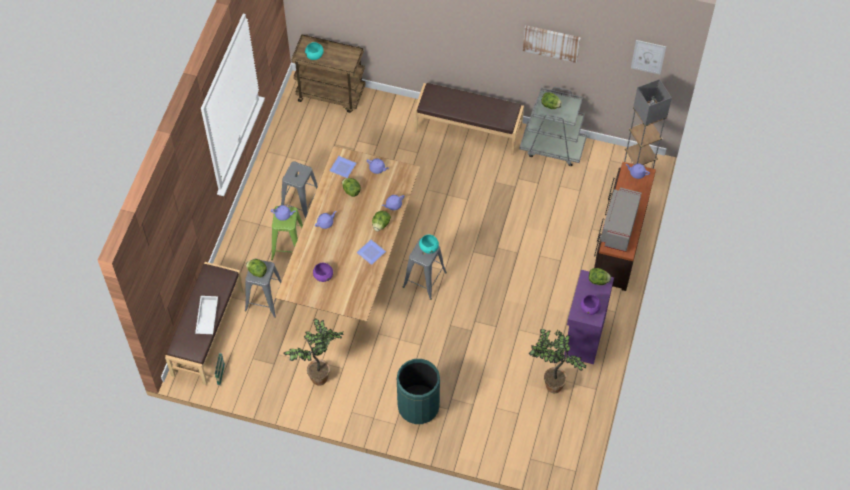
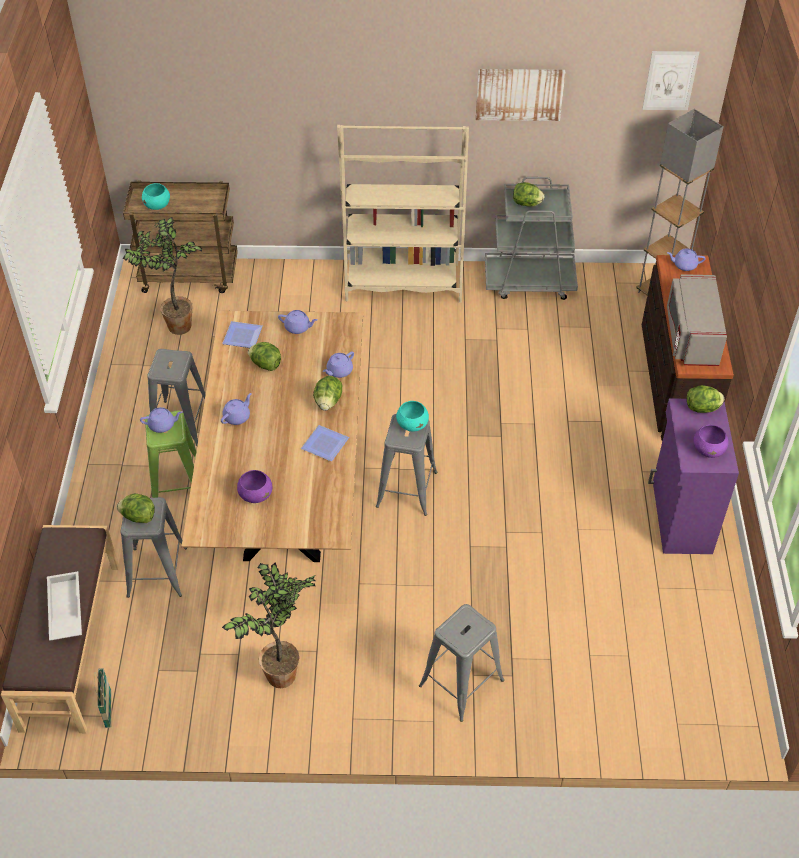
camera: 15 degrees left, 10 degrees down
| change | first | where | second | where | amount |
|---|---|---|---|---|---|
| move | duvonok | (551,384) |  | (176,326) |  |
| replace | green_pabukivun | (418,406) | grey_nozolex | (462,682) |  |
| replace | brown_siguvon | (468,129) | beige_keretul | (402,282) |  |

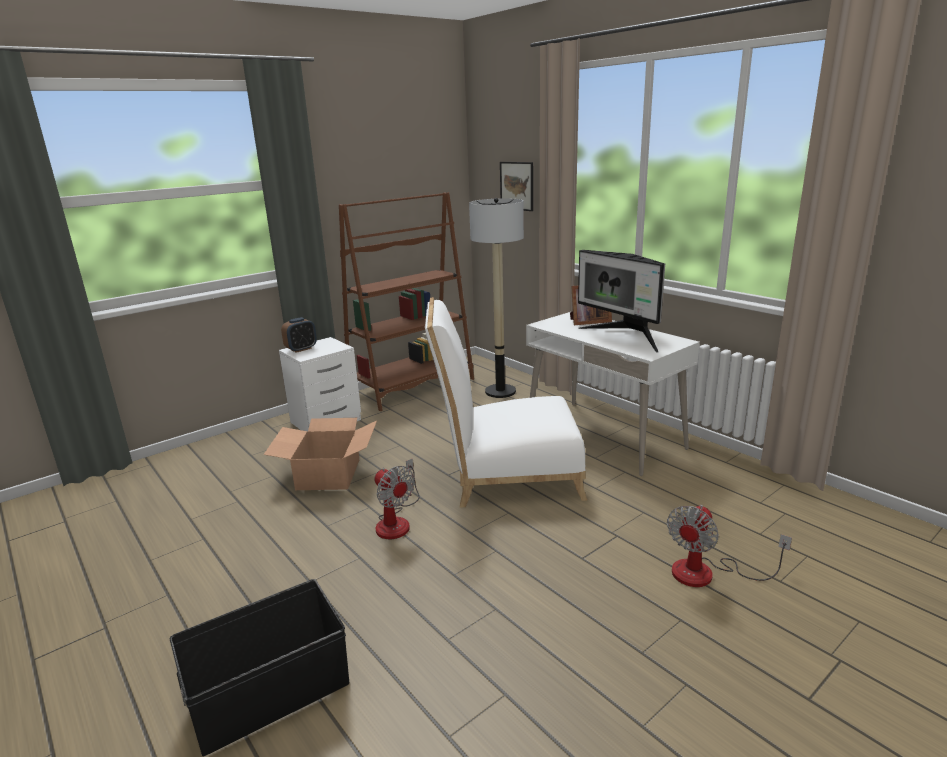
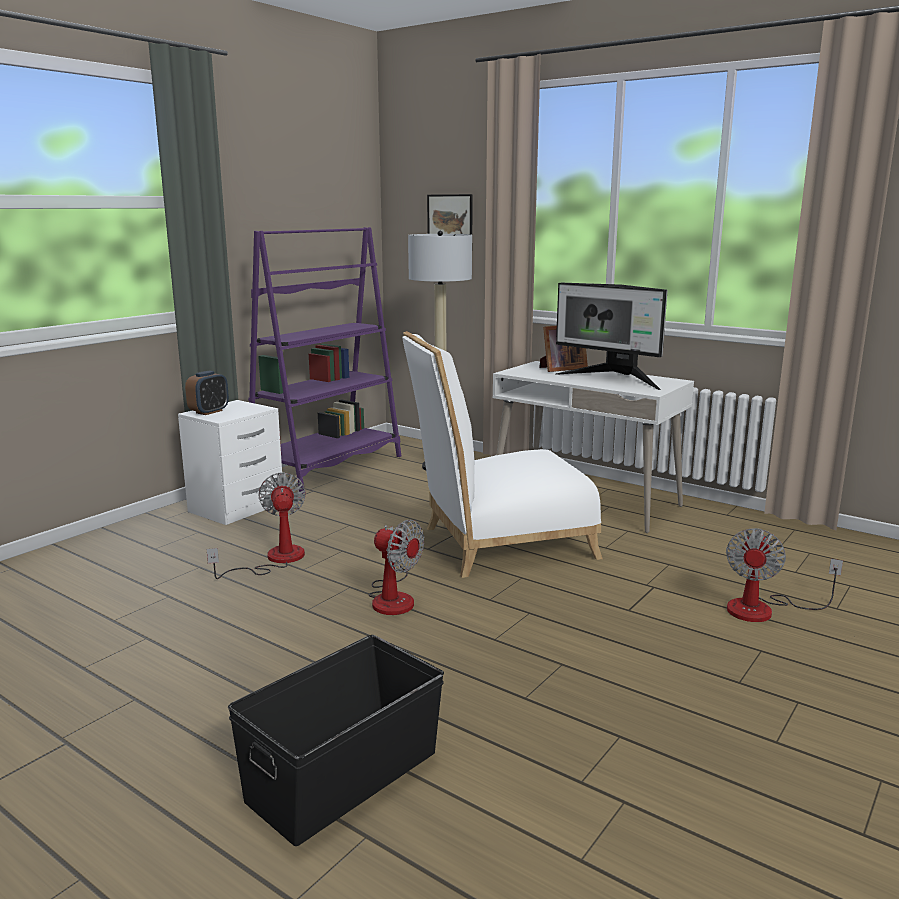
camera: 15 degrees left, 5 degrees down
| change | first | where | second | where | amount |
|---|---|---|---|---|---|
| replace | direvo | (327,474) | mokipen | (274,560) |  |
| recolor | brown_keretul | (412,387) | purple_keretul | (328,468) |  |

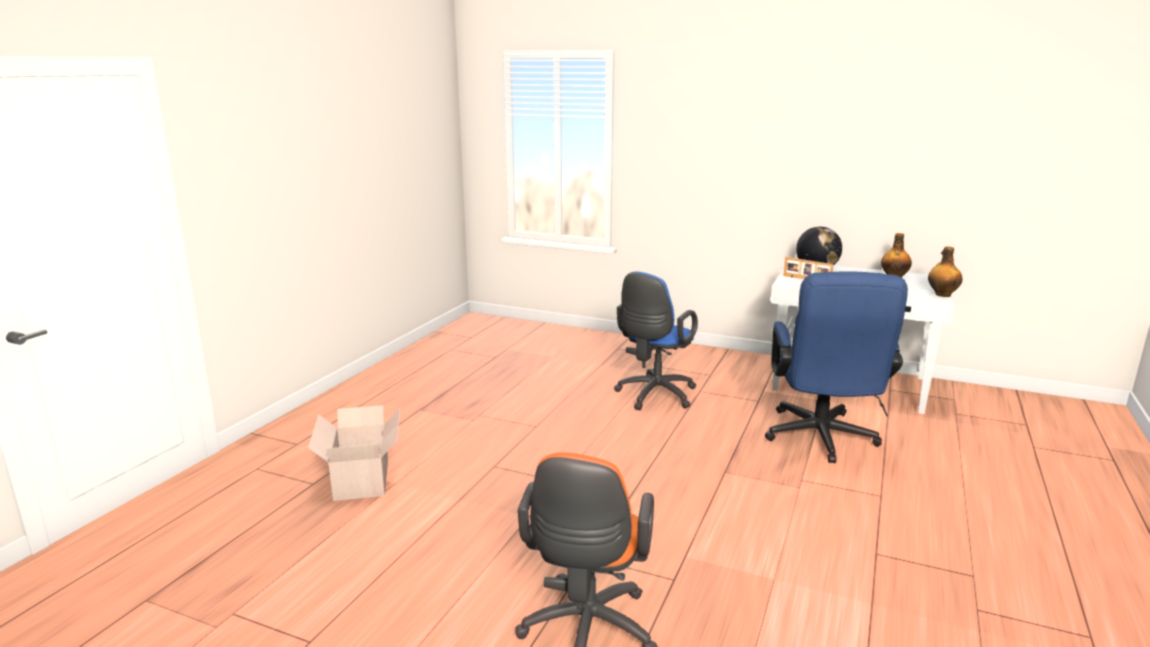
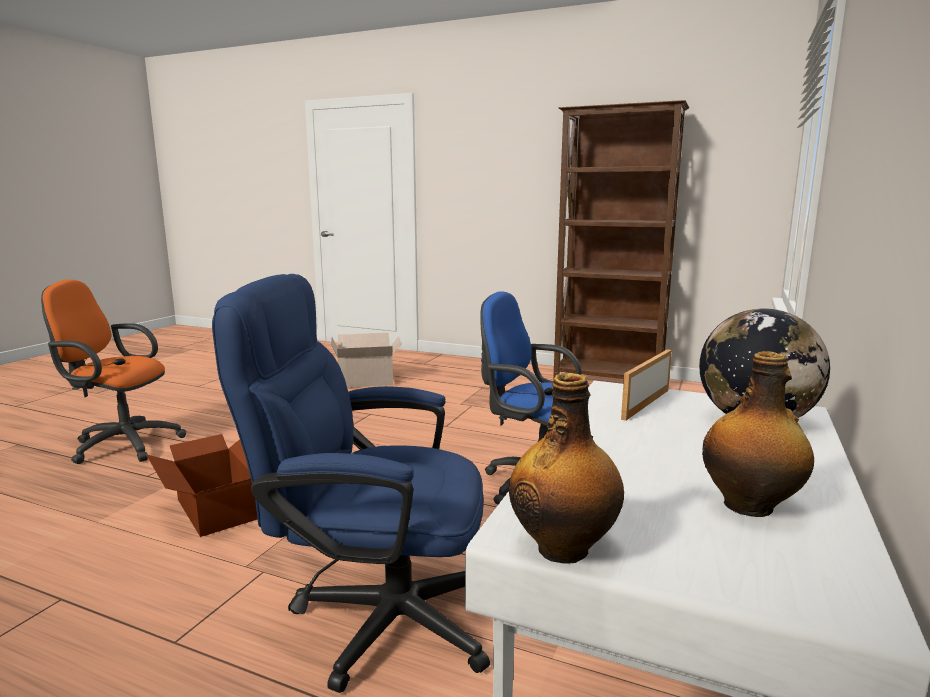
camera: 90 degrees right, 5 degrees down
| change | first | where | second | where | amount |
|---|---|---|---|---|---|
| insert |  |  | direvo | (217,509) |  |
| insert |  |  | brown_keretul | (608,380) |  |

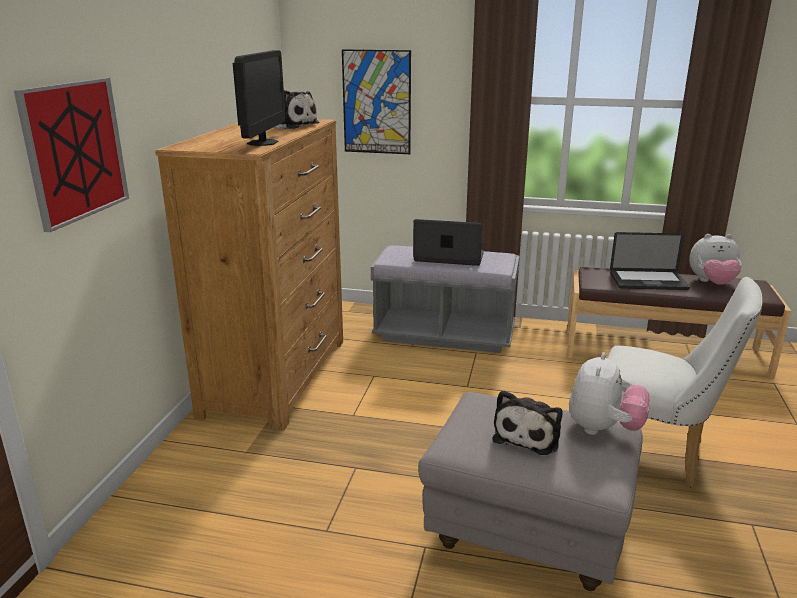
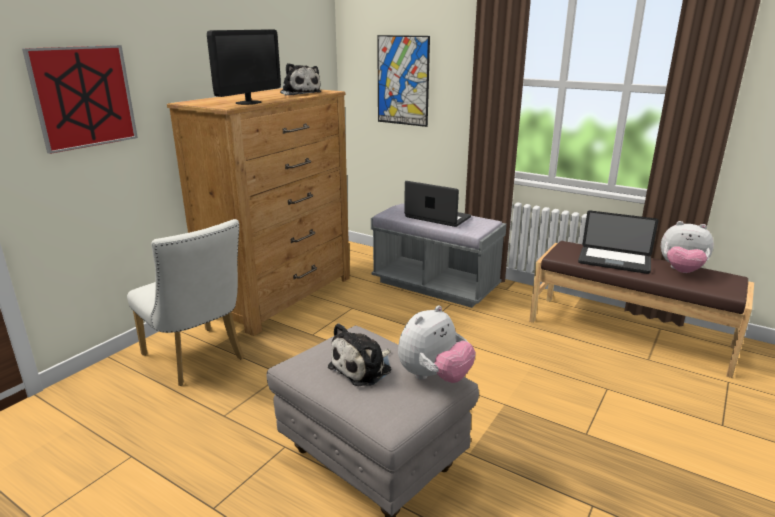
camera: 20 degrees right, 0 degrees up
| change | first | where | second | where | amount |
|---|---|---|---|---|---|
| move | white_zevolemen | (655,454) |  | (197,359) |  |

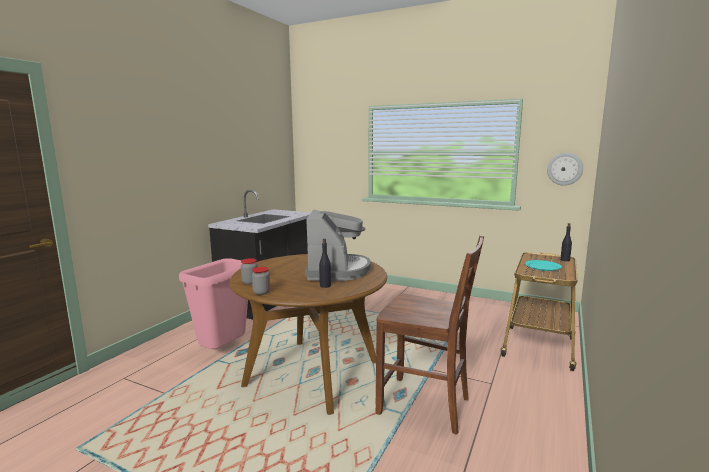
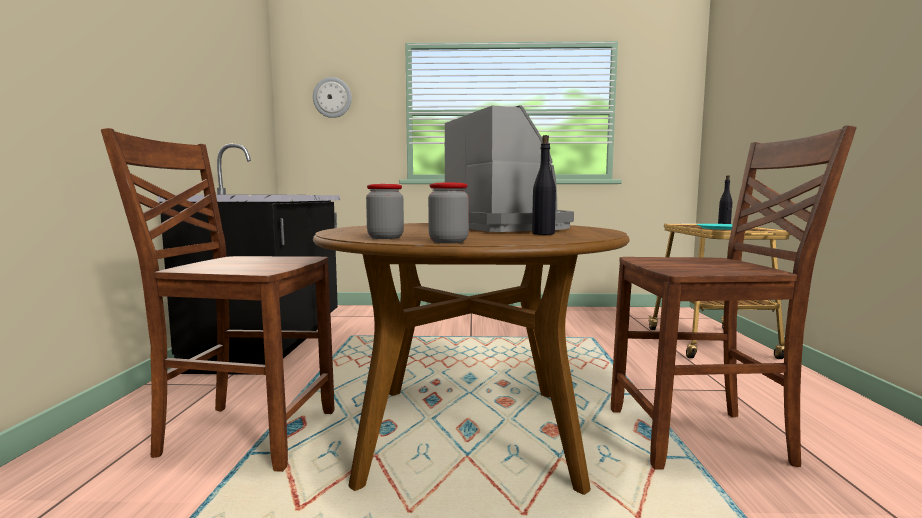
camera: 25 degrees left, 5 degrees down
| change | first | where | second | where | amount |
|---|---|---|---|---|---|
| move | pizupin | (564,169) |  | (332,97) |  |
| replace | pink_pabukivun | (223,350) | brown_zevolemen | (246,434) |  |

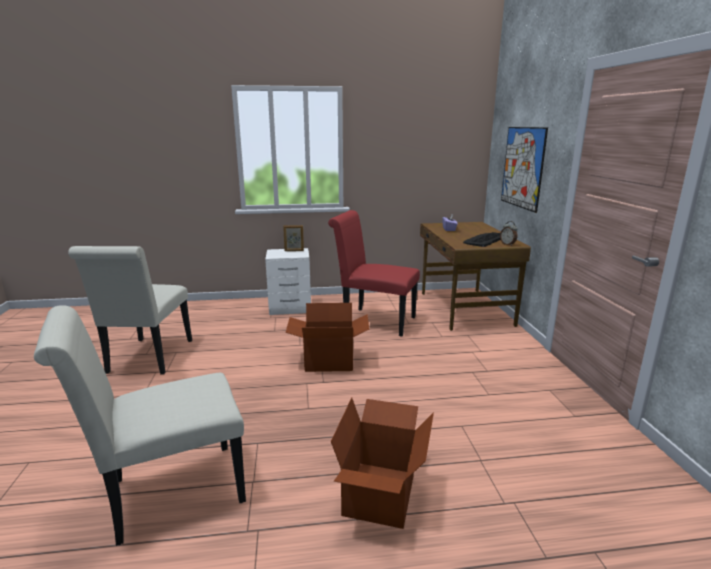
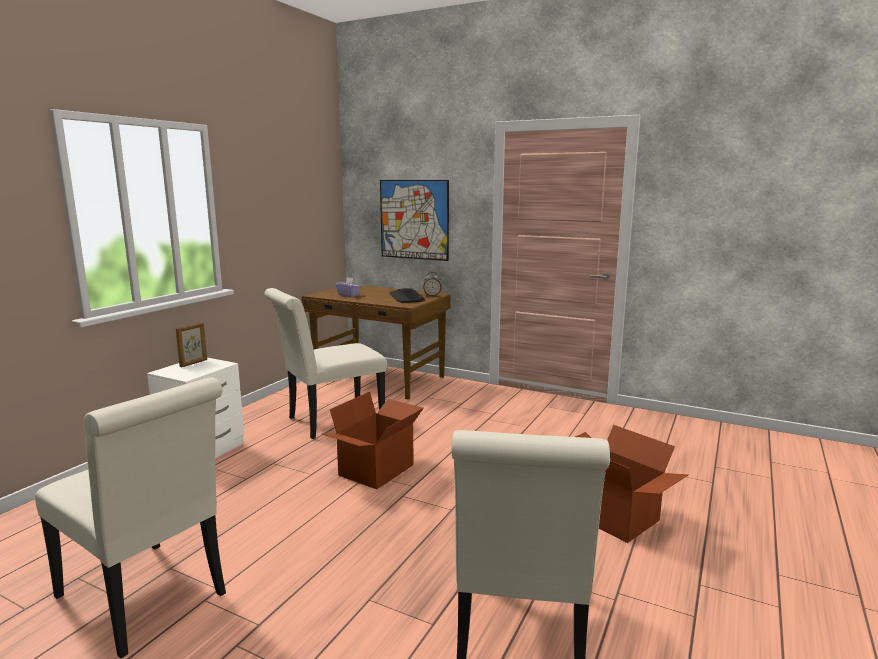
camera: 55 degrees left, 5 degrees down
| change | first | where | second | where | amount |
|---|---|---|---|---|---|
| recolor | red_zevolemen | (373,321) | white_zevolemen | (330,421) |  |

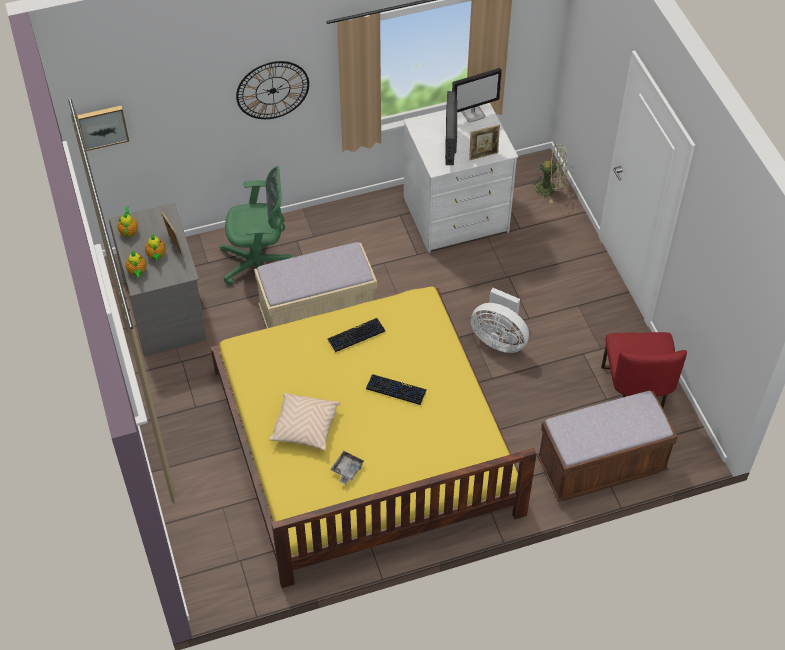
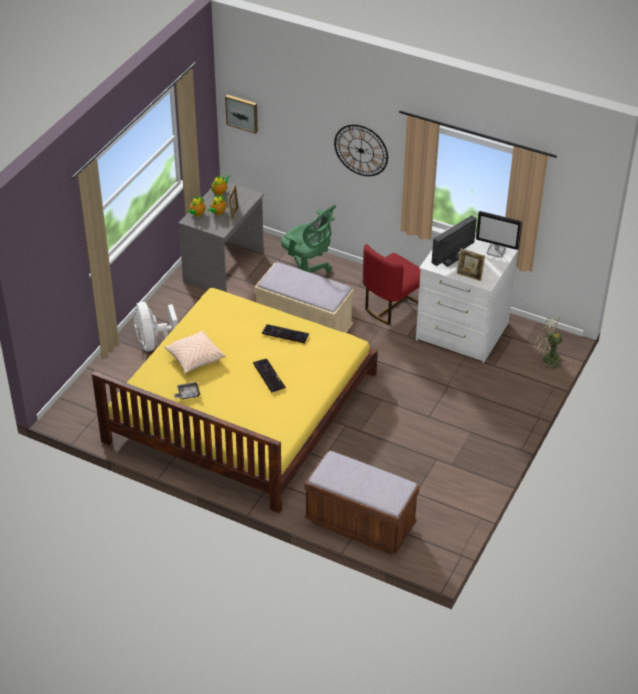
camera: 45 degrees right, 10 degrees down
| change | first | where | second | where | amount |
|---|---|---|---|---|---|
| move | white_mokipen | (499,339) |  | (153,342) |  |
| move | red_zevolemen | (635,391) |  | (392,306) |  |
| rotate | green_mokipen | (550,189) |  | (547,358) | 150 degrees clockwise |

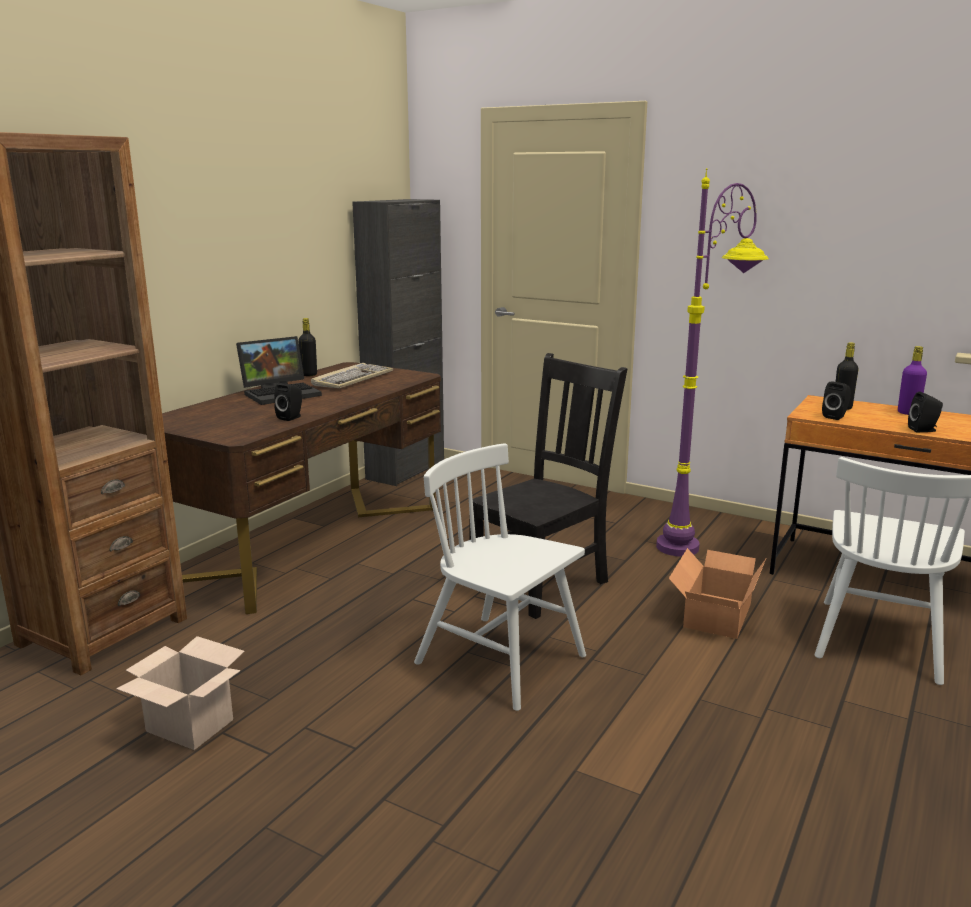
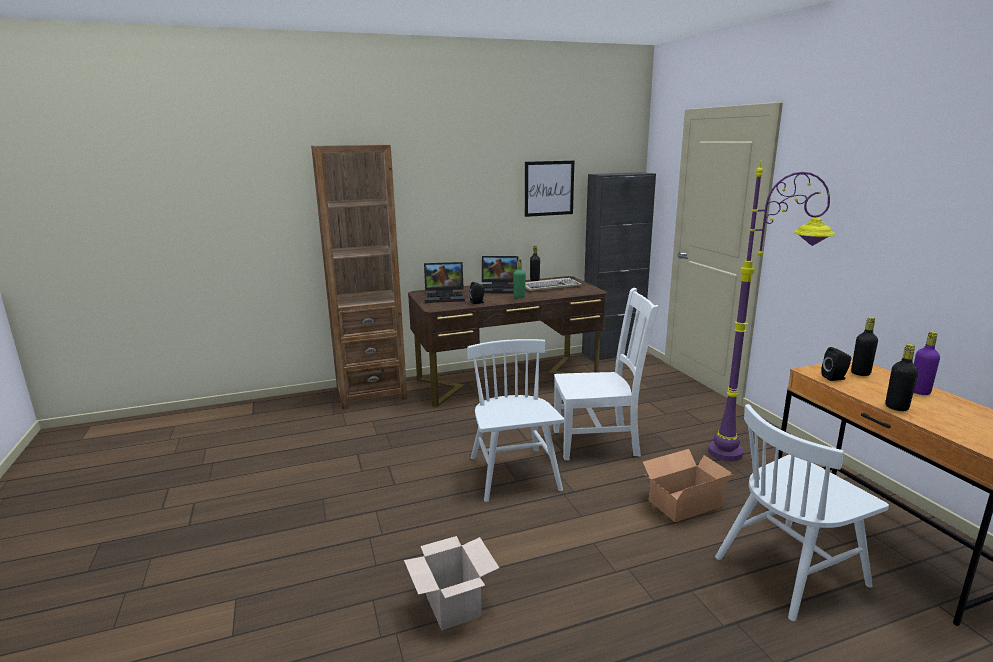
camera: 40 degrees right, 0 degrees up
| change | first | where | second | where | amount |
|---|---|---|---|---|---|
| insert |  |  | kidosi | (445,297) |  |
| insert |  |  | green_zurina | (519,297) |  |
| insert |  |  | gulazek | (549,188) |  |
| move | direvo | (187,726) |  | (451,605) |  |
| replace | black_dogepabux | (924,430) | black_zurina | (896,407) |  |
| recolor | black_zevolemen | (543,583) | white_zevolemen | (598,442) |  |

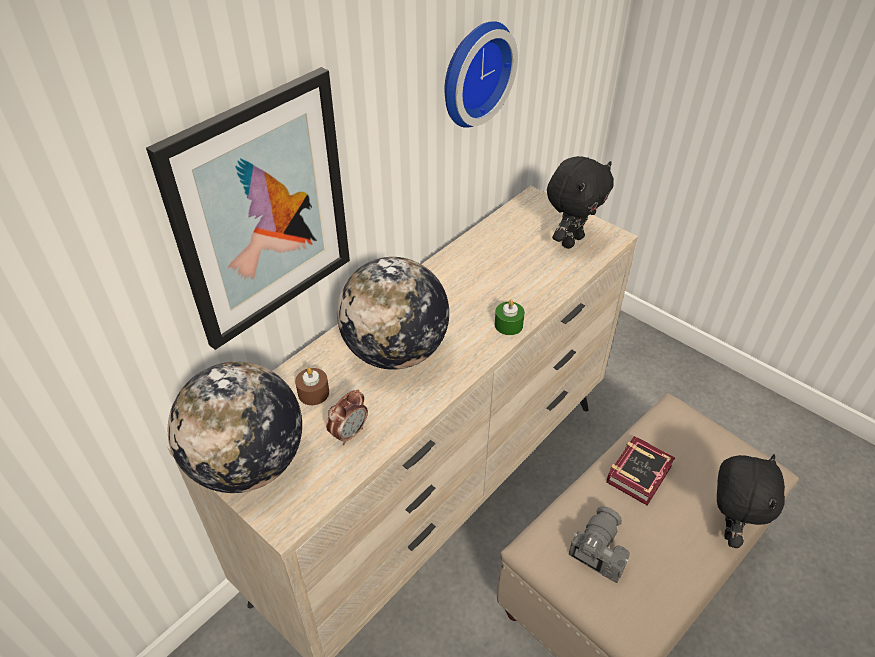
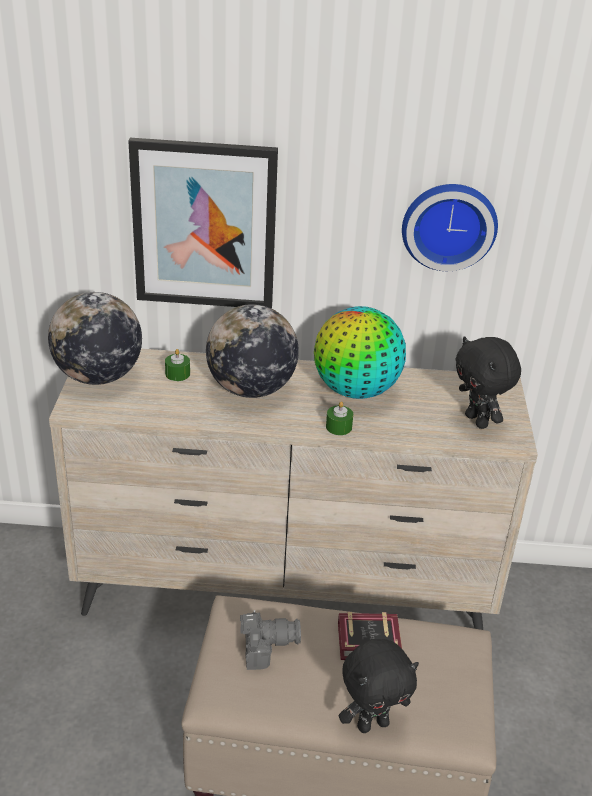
camera: 50 degrees right, 10 degrees down
| change | first | where | second | where | amount |
|---|---|---|---|---|---|
| delete | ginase | (349,433) |  |  |  |
| insert |  |  | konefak | (356,391) |  |
| recolor | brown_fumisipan | (313,393) | green_fumisipan | (177,374) |  |
| rotate | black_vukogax | (571,240) |  | (478,421) | 60 degrees clockwise |

